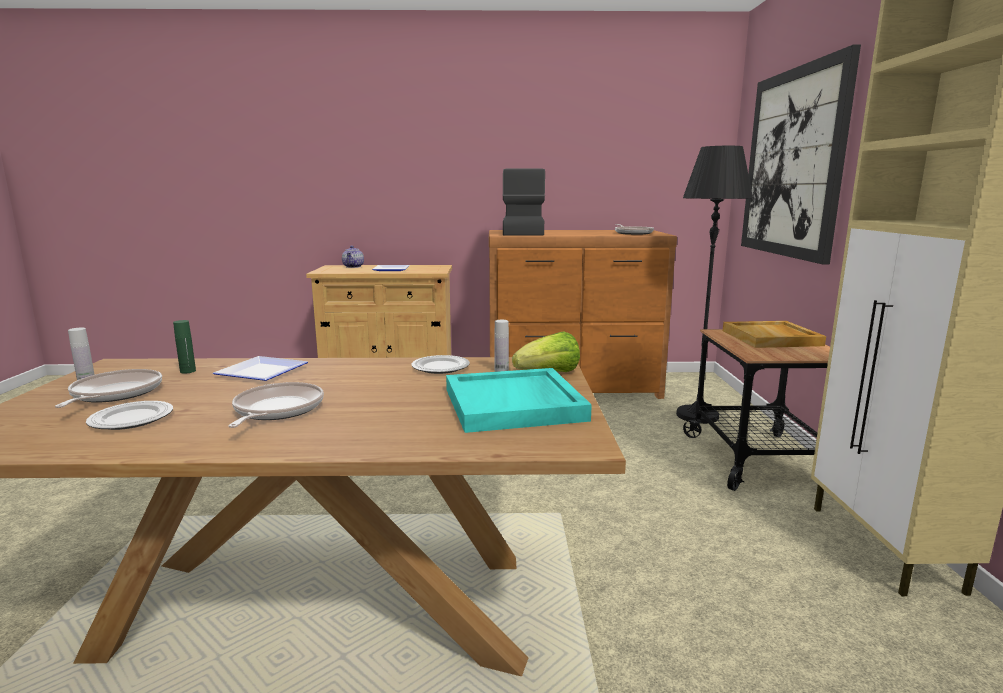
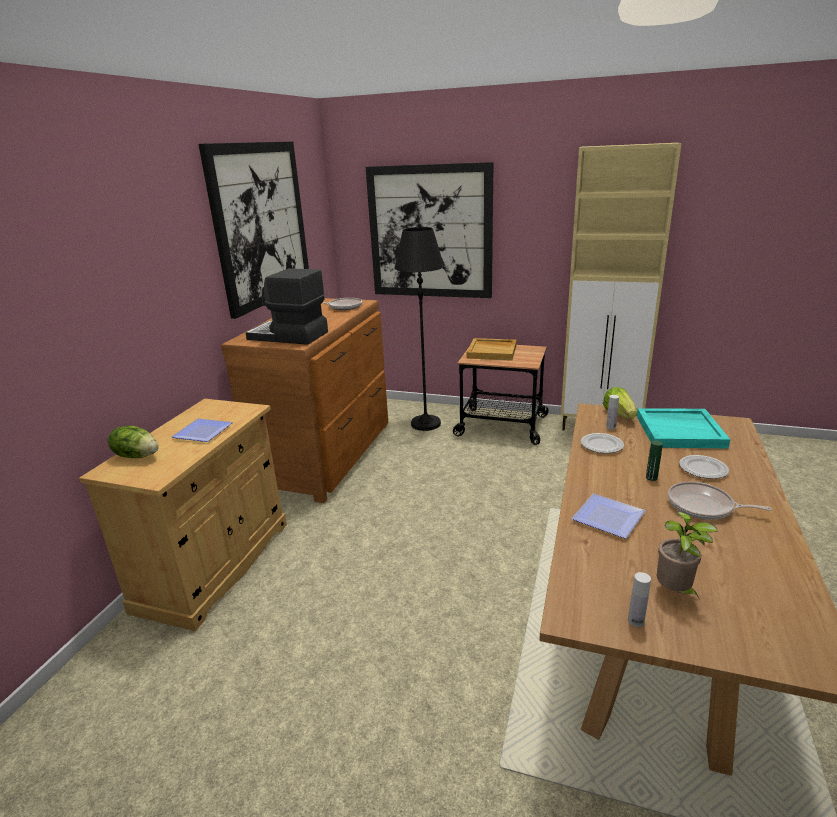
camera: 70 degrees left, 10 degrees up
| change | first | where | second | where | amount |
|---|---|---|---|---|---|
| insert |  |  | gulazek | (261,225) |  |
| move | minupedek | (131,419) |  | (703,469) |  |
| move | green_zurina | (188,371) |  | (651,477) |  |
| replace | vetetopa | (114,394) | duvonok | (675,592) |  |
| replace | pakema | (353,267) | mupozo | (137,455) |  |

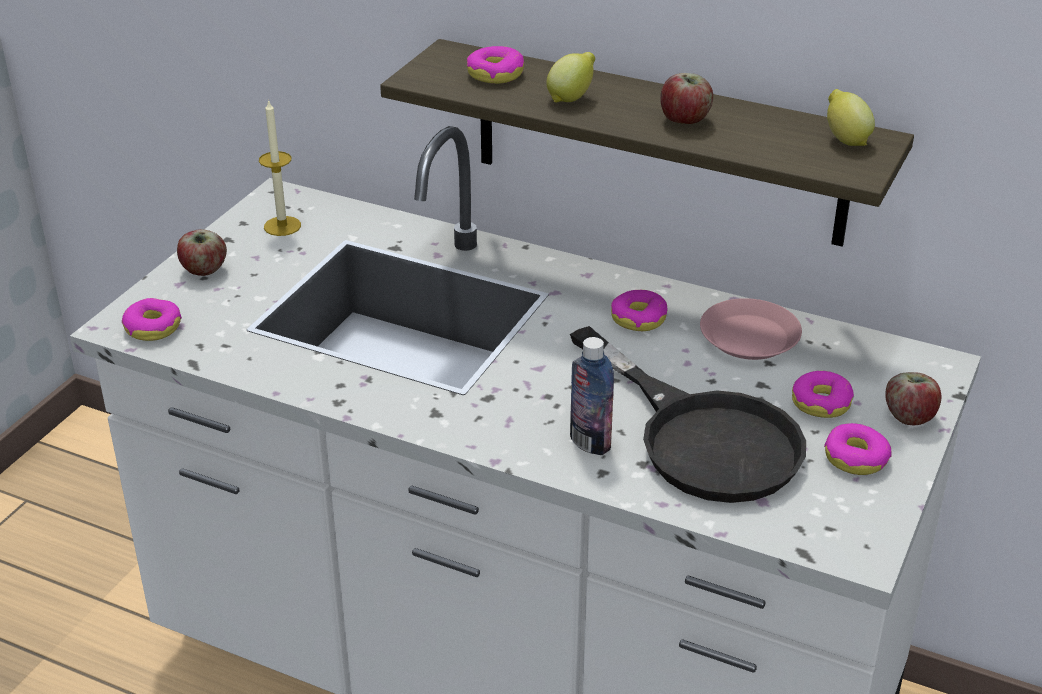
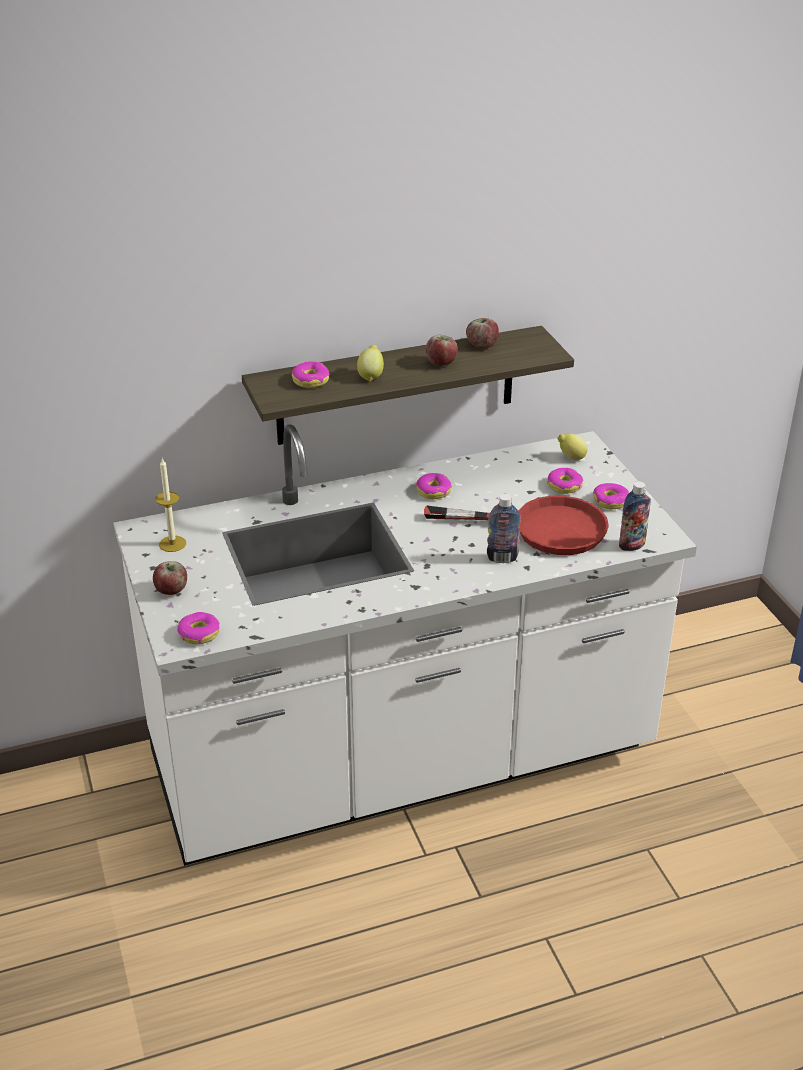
camera: 45 degrees left, 0 degrees up
| change | first | where | second | where | amount |
|---|---|---|---|---|---|
| delete | pink_minupedek | (750,337) |  |  |  |
| insert |  |  | zurina | (631,545) |  |
| move | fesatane | (845,140) |  | (571,458) |  |
| move | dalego | (909,417) |  | (482,345) |  |
| recolor | black_vetetopa | (701,436) | red_vetetopa | (541,528) |  |

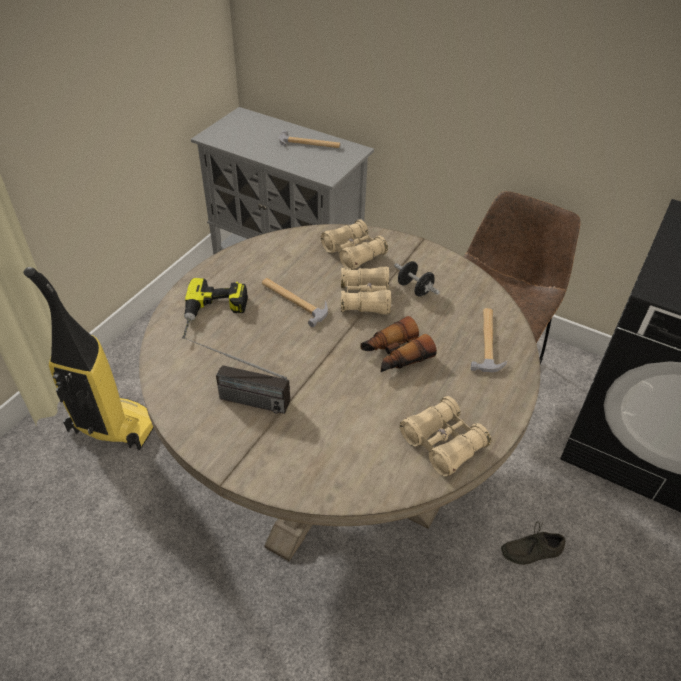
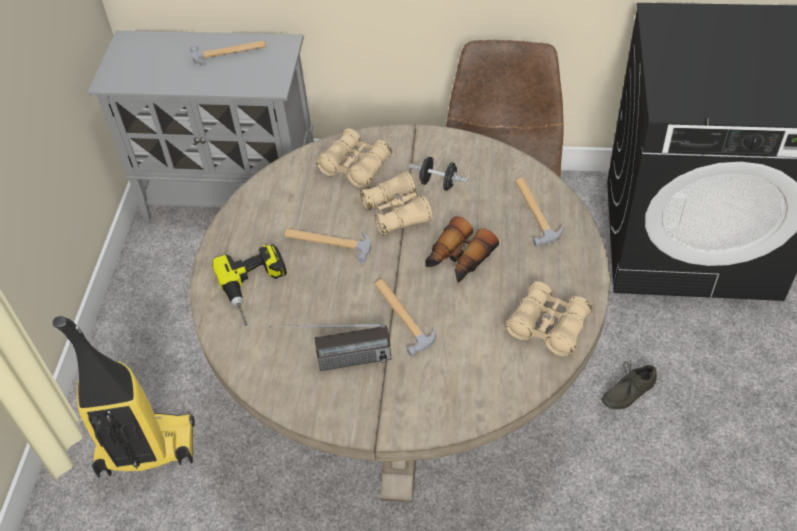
camera: 20 degrees left, 5 degrees up
| change | first | where | second | where | amount |
|---|---|---|---|---|---|
| insert |  |  | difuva | (403,316) |  |

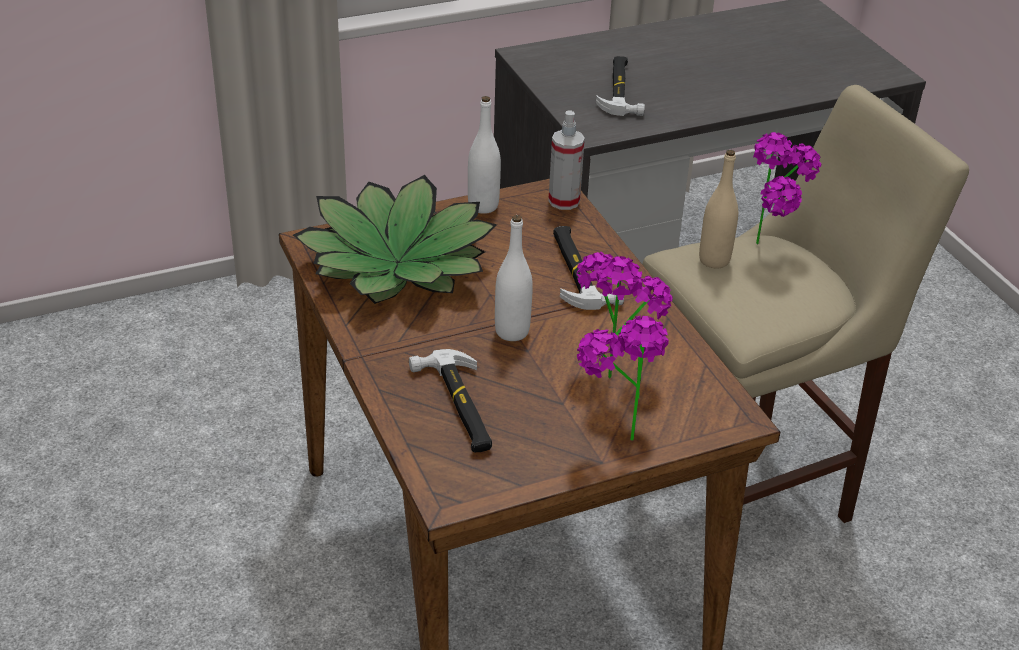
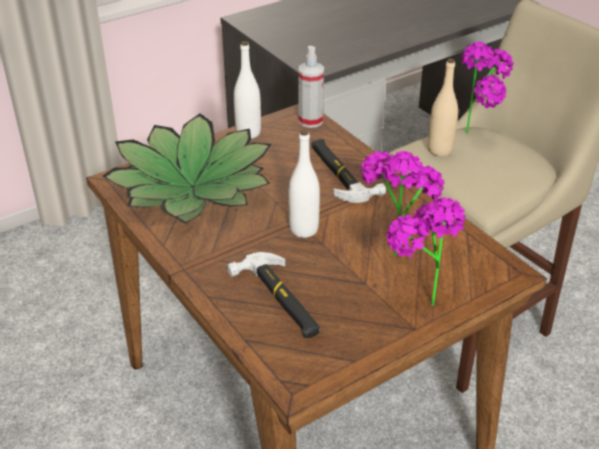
camera: 10 degrees left, 0 degrees up
| change | first | where | second | where | amount |
|---|---|---|---|---|---|
| delete | difuva | (620,89) |  |  |  |

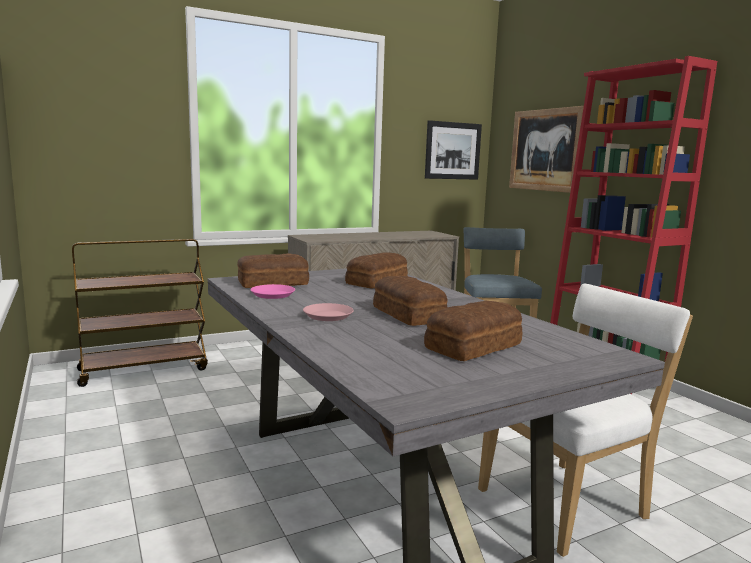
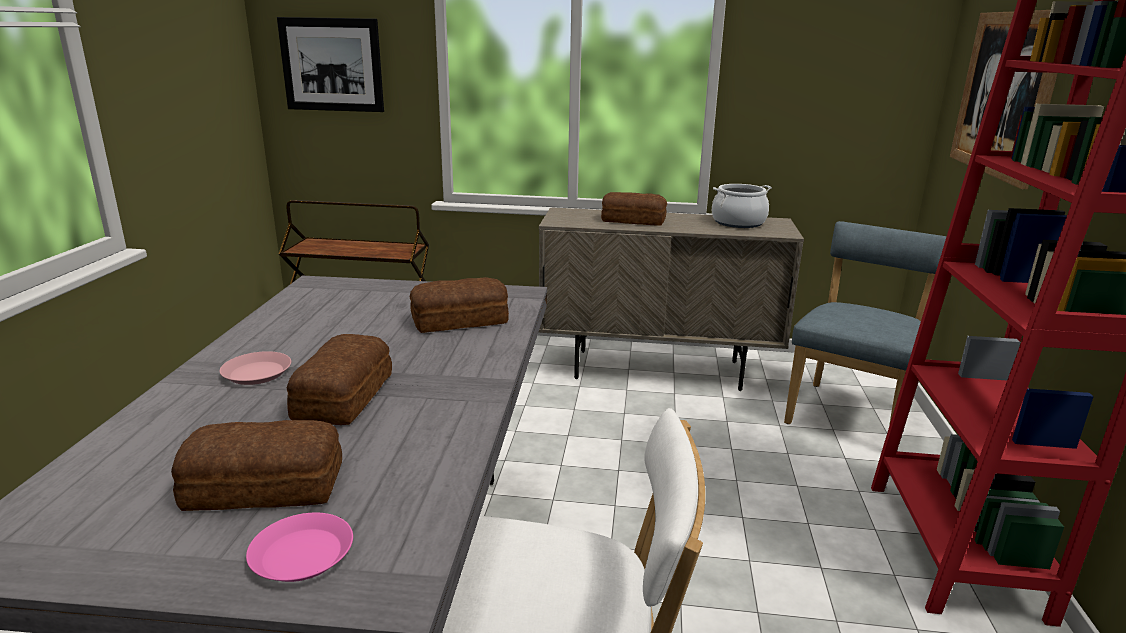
camera: 35 degrees right, 10 degrees up
| change | first | where | second | where | amount |
|---|---|---|---|---|---|
| insert |  |  | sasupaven | (738,222) |  |
| move | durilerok | (272,283) |  | (632,220) |  |
| move | pink_minupedek | (272,295) |  | (301,555) |  |
| move | gulazek | (453,151) |  | (332,65) |  |

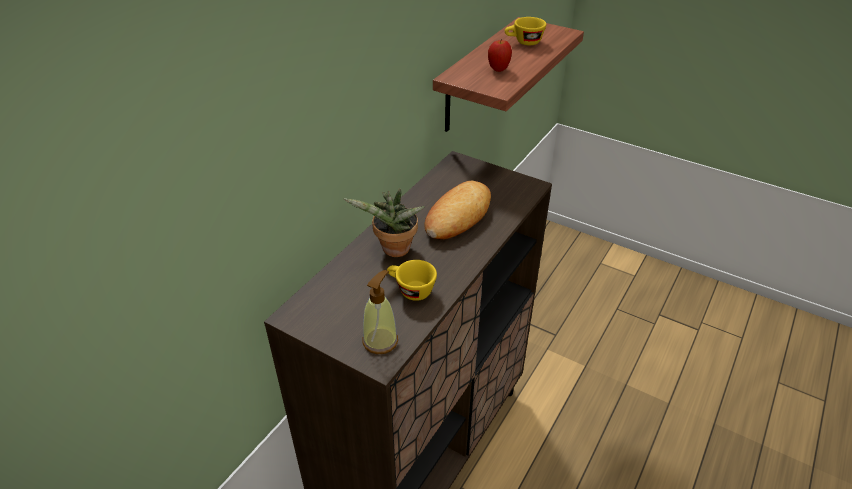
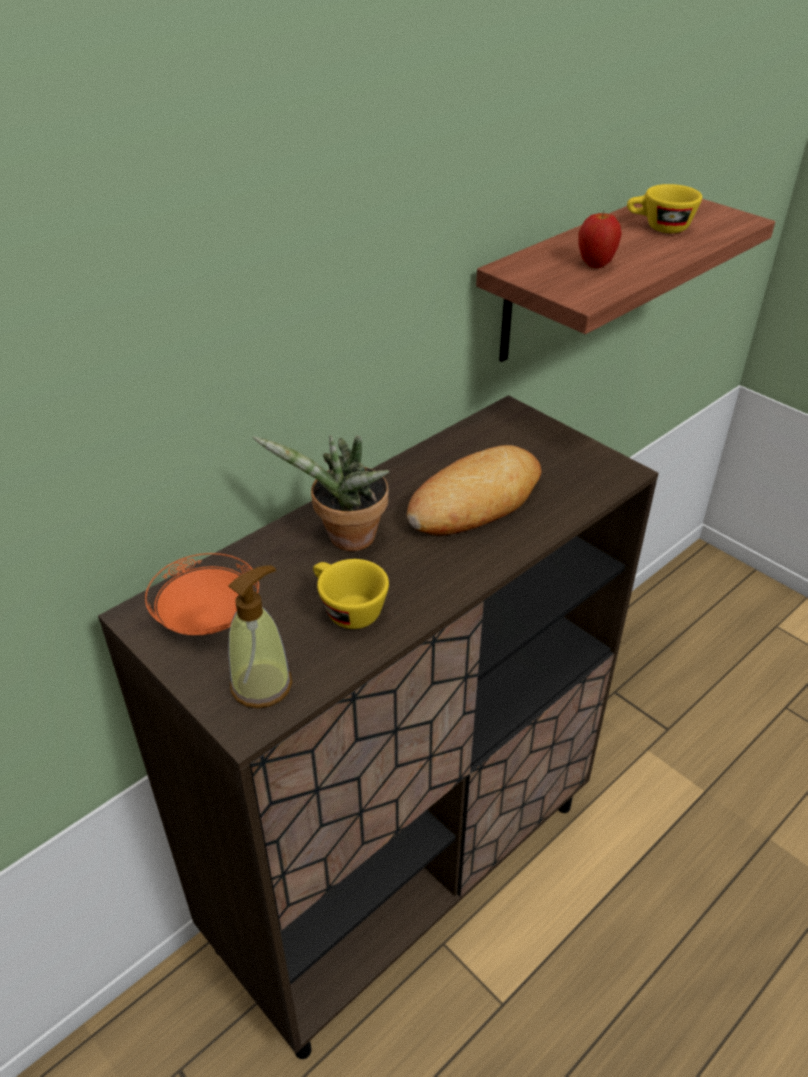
camera: 15 degrees right, 0 degrees up
| change | first | where | second | where | amount |
|---|---|---|---|---|---|
| insert |  |  | orange_minupedek | (208,617) |  |

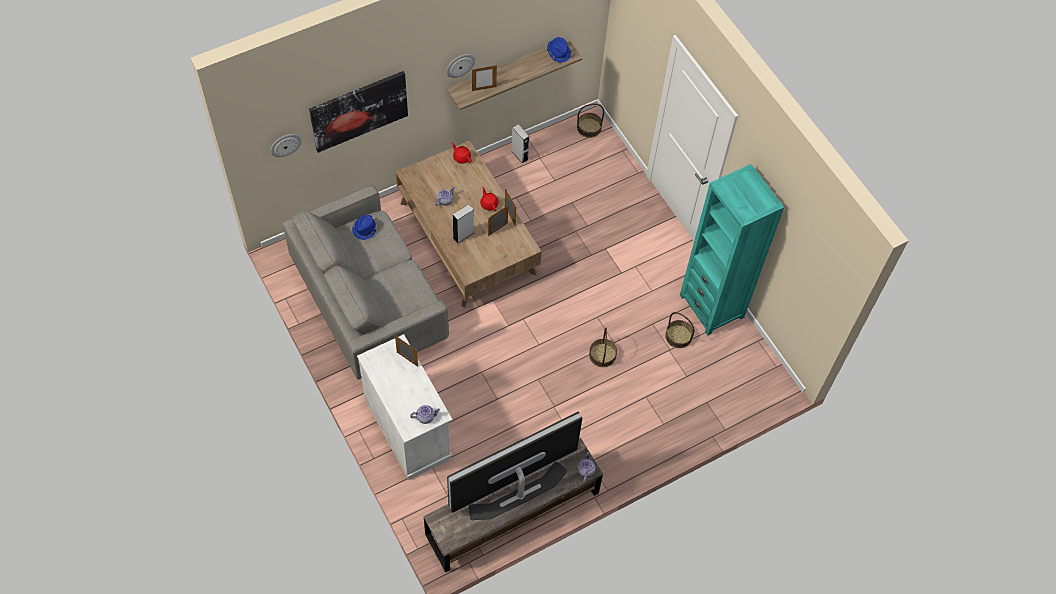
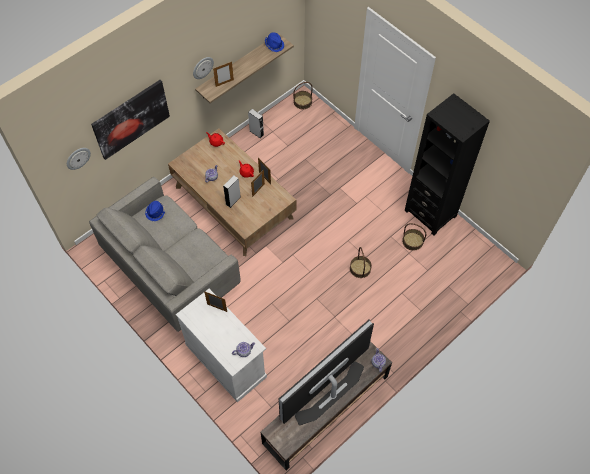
camera: 10 degrees left, 0 degrees up
| change | first | where | second | where | amount |
|---|---|---|---|---|---|
| recolor | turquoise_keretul | (712,306) | black_keretul | (430,213) |  |

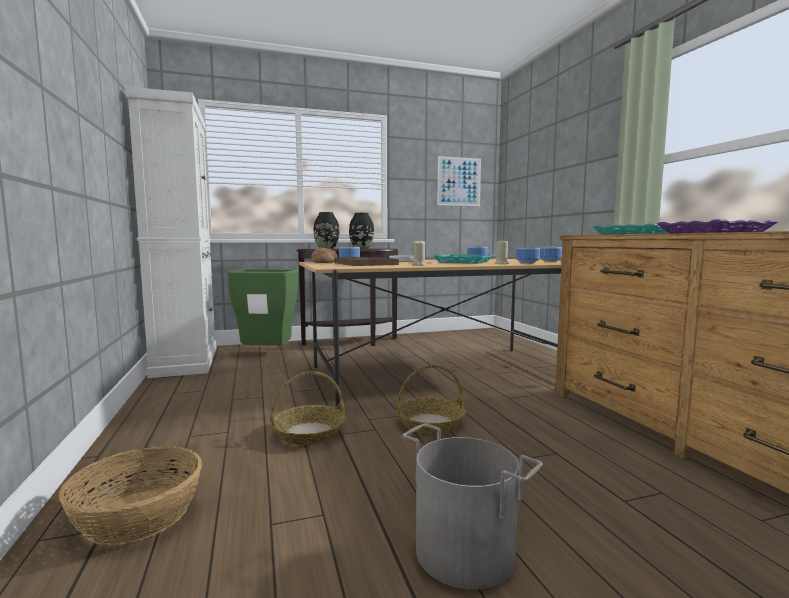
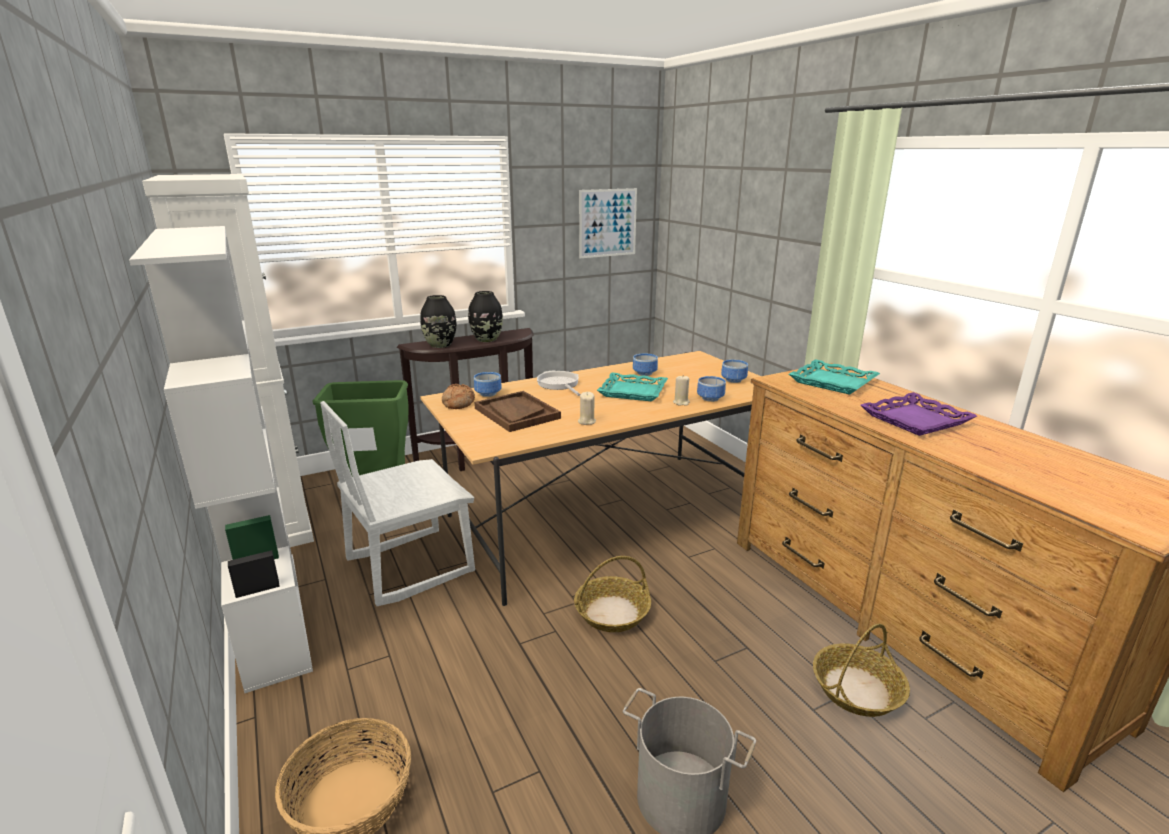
camera: 10 degrees left, 15 degrees up
| change | first | where | second | where | amount |
|---|---|---|---|---|---|
| insert |  |  | white_keretul | (270,615) |  |
| insert |  |  | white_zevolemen | (409,565) |  |
| move | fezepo | (308,433) |  | (857,690) |  |

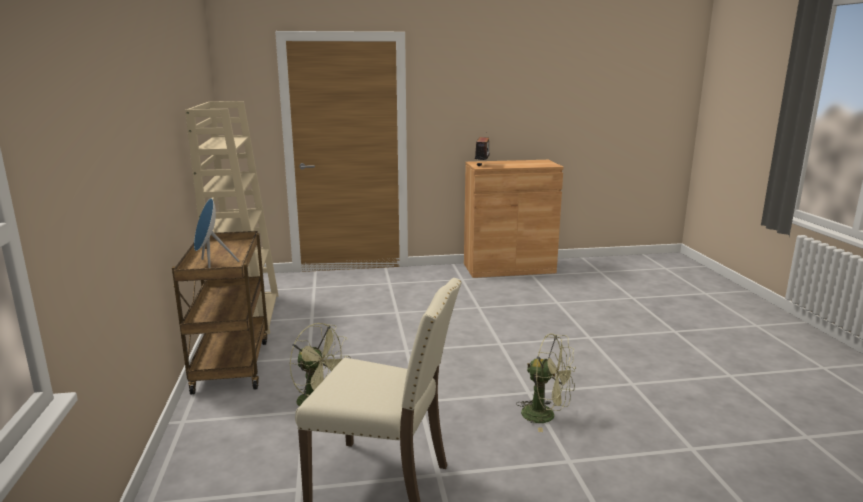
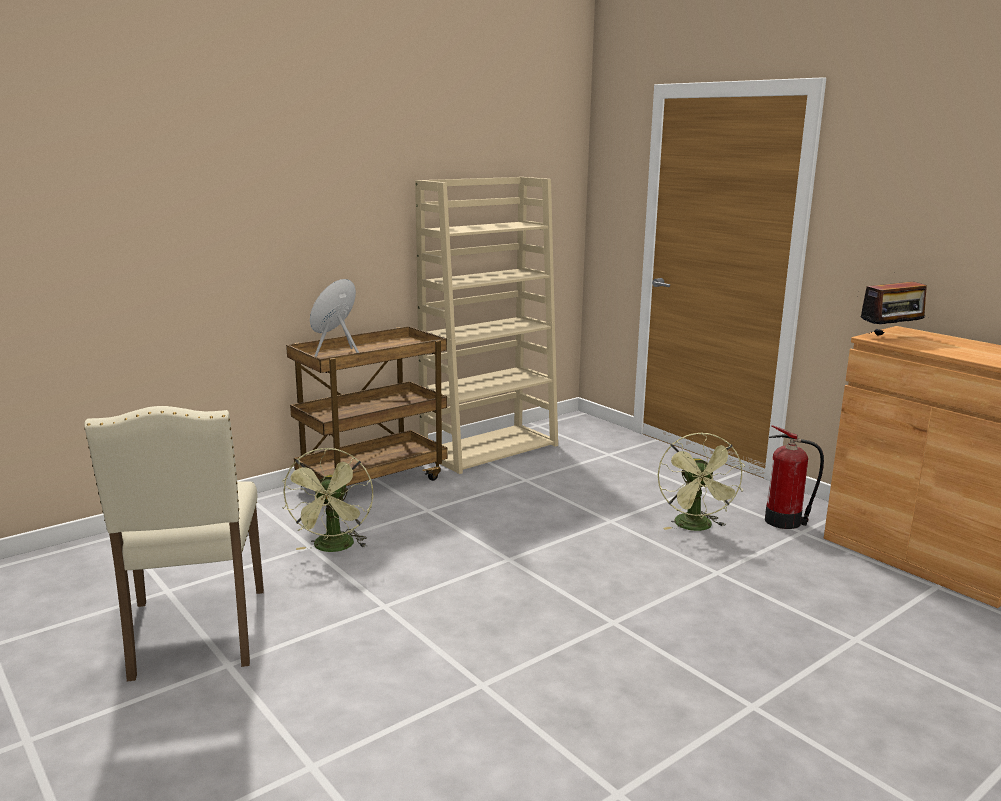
camera: 60 degrees right, 0 degrees up
| change | first | where | second | where | amount |
|---|---|---|---|---|---|
| insert |  |  | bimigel | (785,521) |  |
| move | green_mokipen | (546,416) |  | (696,527) |  |

